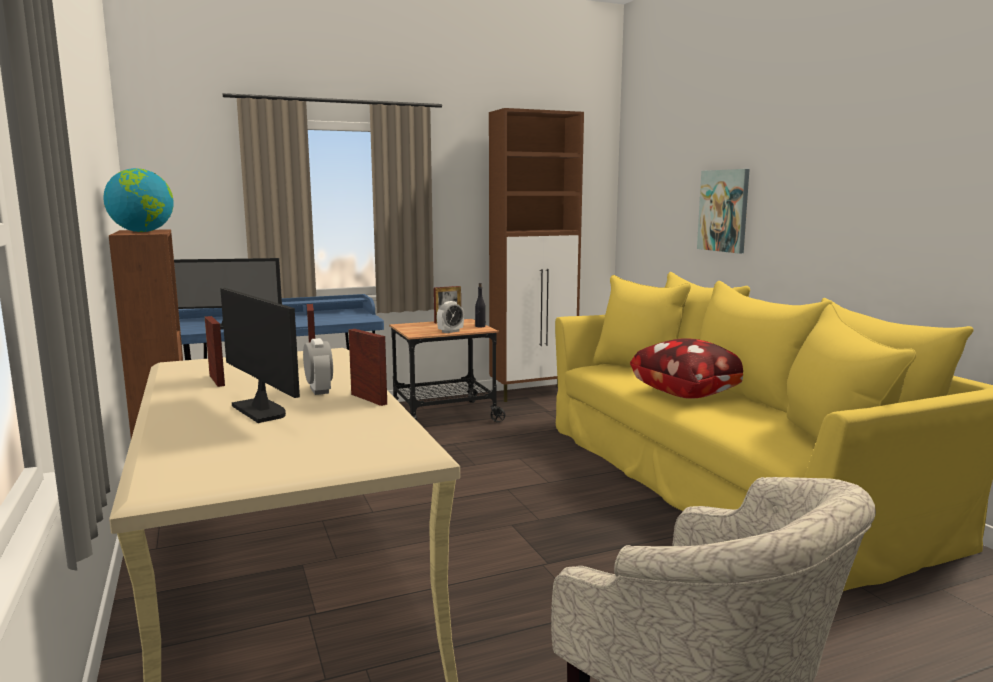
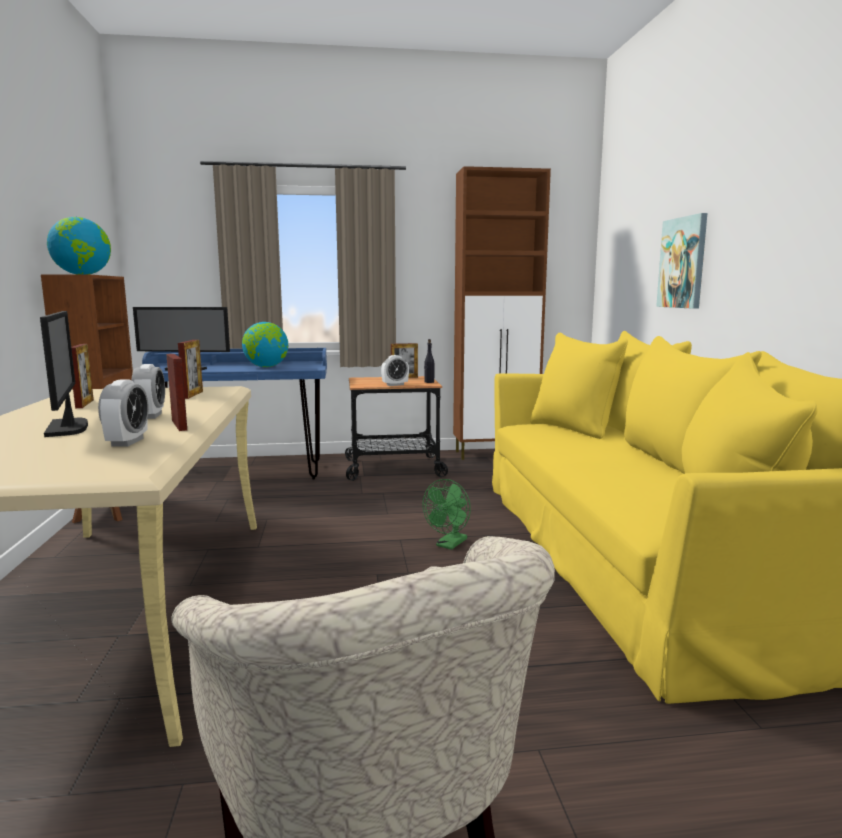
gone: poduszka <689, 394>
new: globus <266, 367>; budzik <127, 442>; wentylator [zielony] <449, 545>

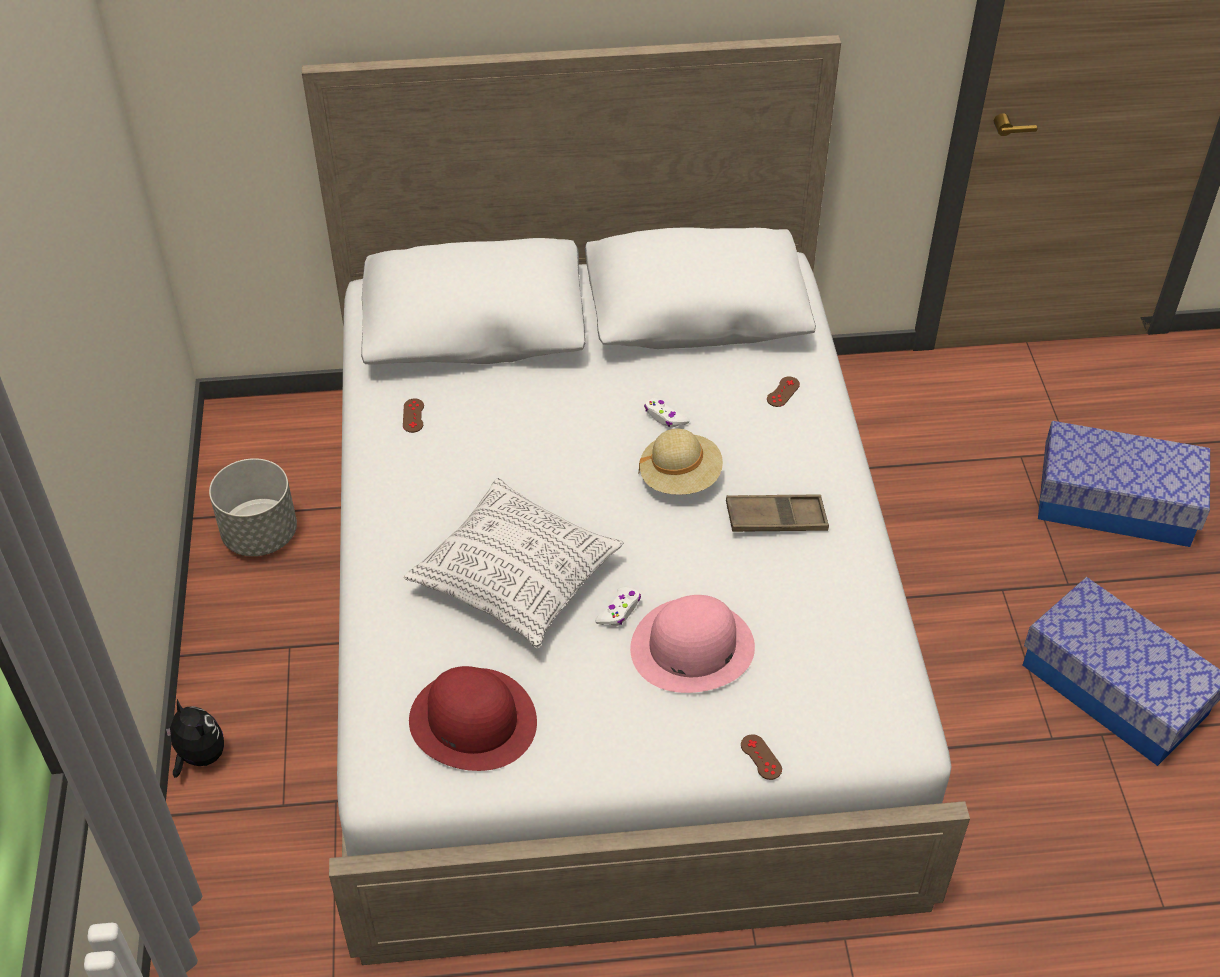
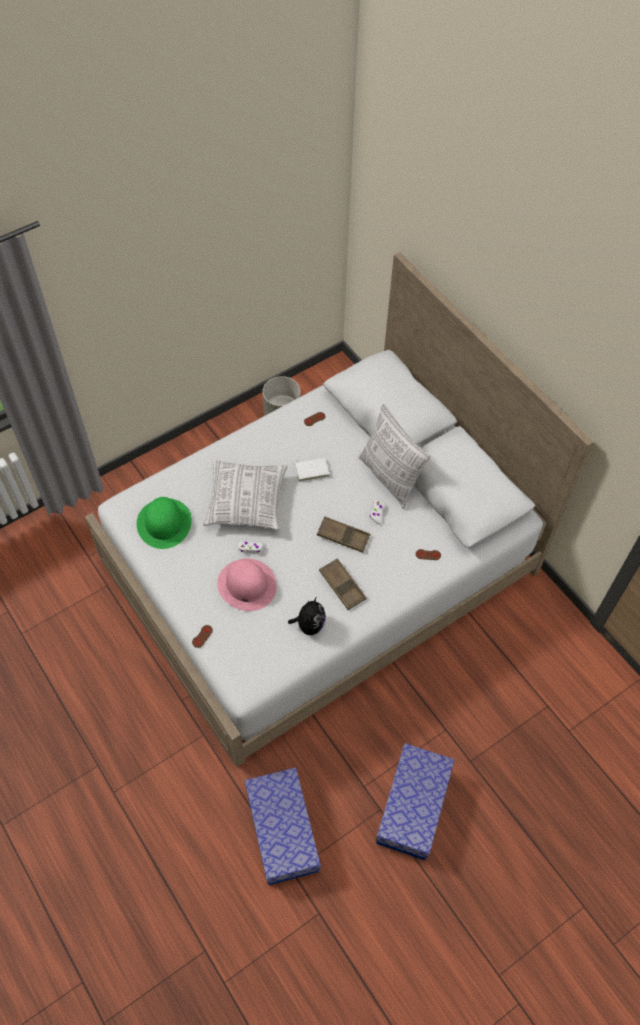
new: poduszka <389, 478>; książka [biały] <311, 469>
shifted: pojemnik do przechowywania <1115, 503> to <282, 831>; pluszak <199, 756> to <309, 625>
swapped: kapelusz [beżowy] <680, 478> to taca [brązowy] <343, 536>
repainted: kapelusz [czerwony] <473, 720> to kapelusz [zielony] <164, 523>

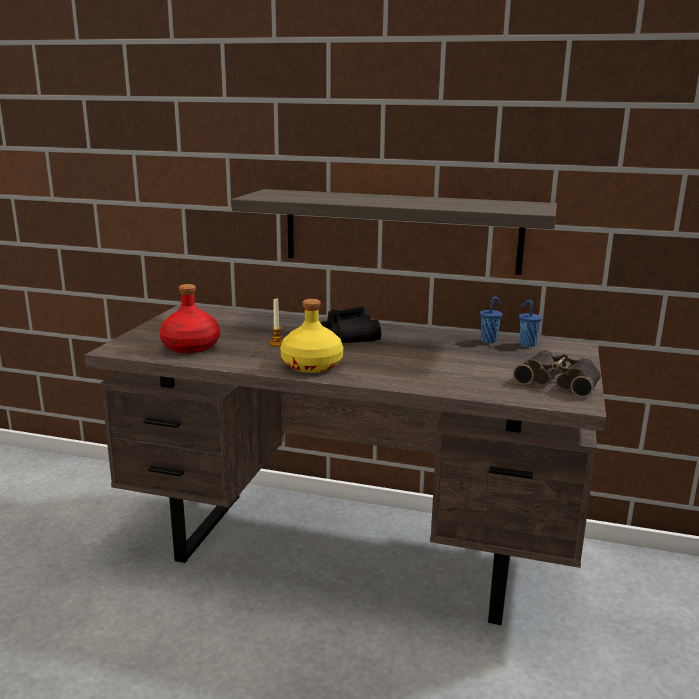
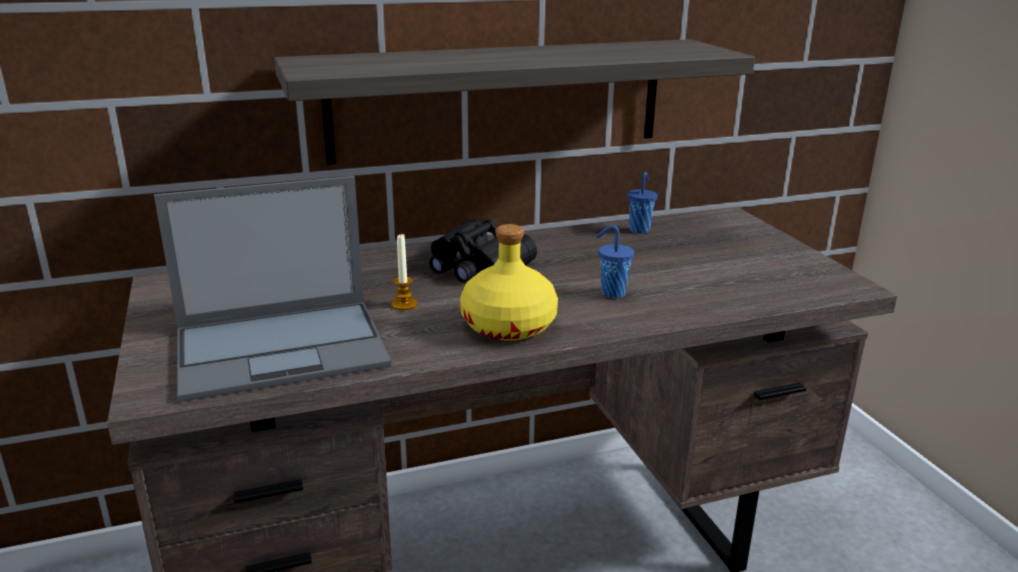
gone: lornetka <559, 381>
shifted: filiżanka [niebieski] <526, 344> to <611, 293>
swapped: butelka [czerwony] <191, 346> to laptop <283, 347>

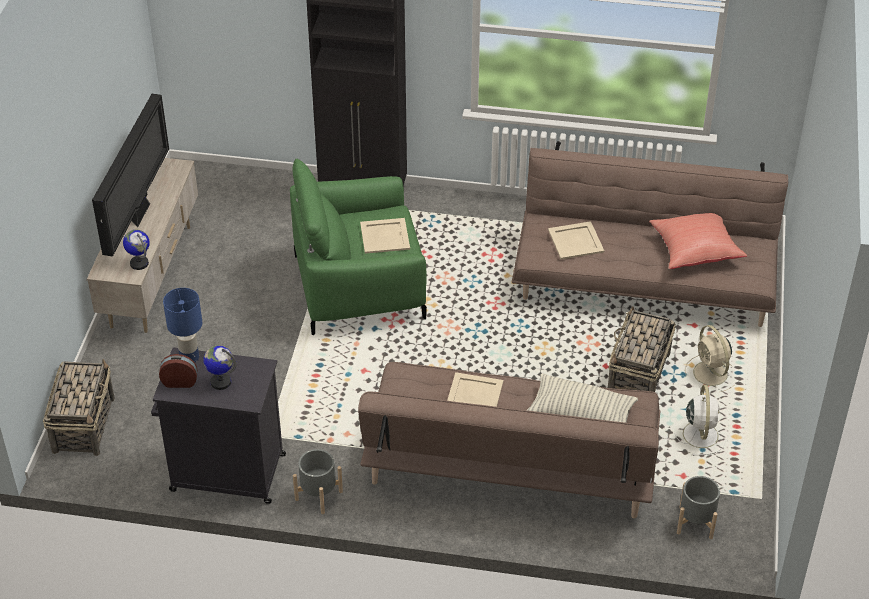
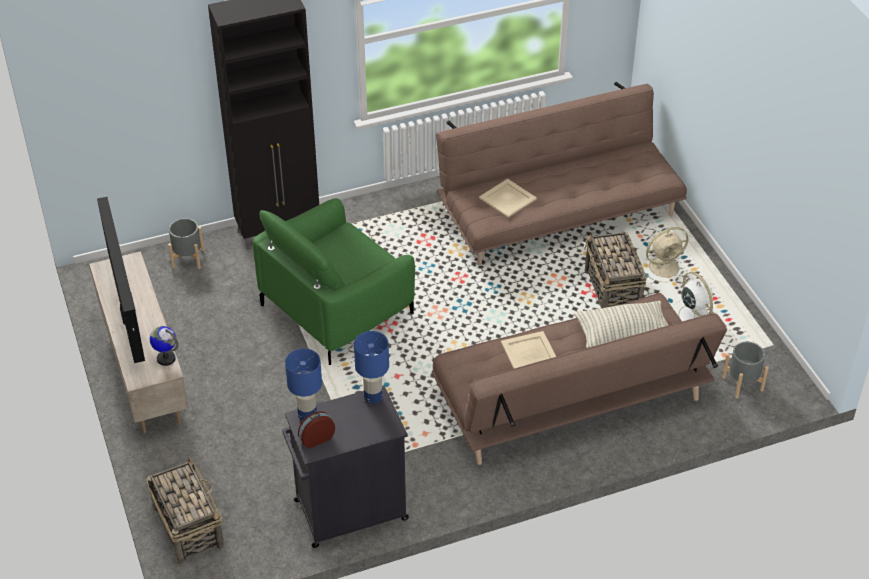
gone: poduszka [czerwony] <694, 250>; taca [beżowy] <385, 236>; globus <220, 382>
new: lampa stołowa [niebieski] <373, 397>
shifted: donica [szary] <319, 495> to <188, 258>
rotated: wentylator [beżowy] <711, 375> = <665, 267> 60 degrees counterclockwise

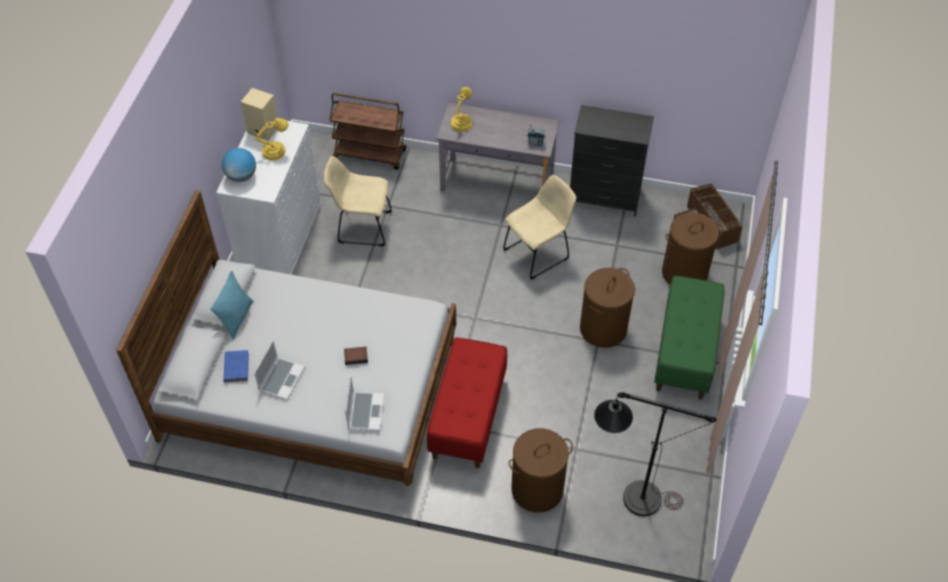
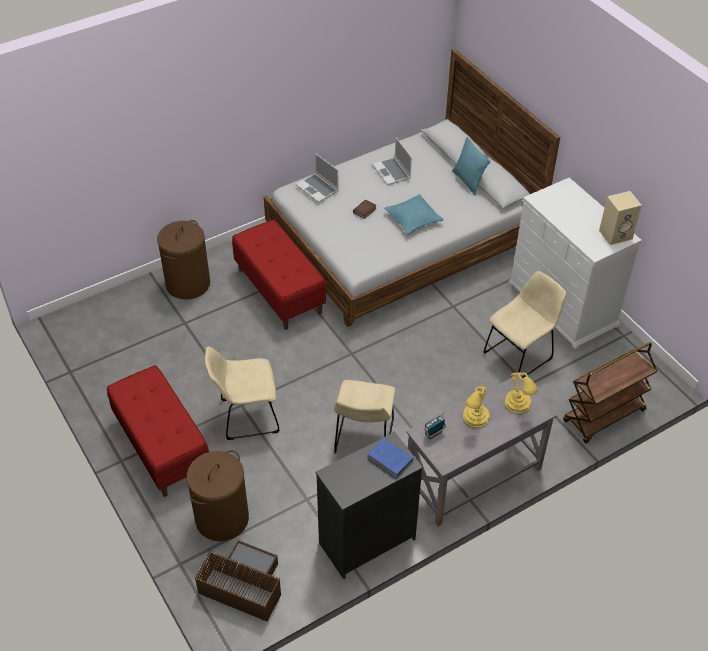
gone: globus <241, 176>; lampa stojąca [czarny] <630, 497>
new: poduszka [turkusowy] <413, 219>
shifted: lampa stołowa [żółty] <275, 151> to <475, 418>; książka [niebieski] <236, 366> to <391, 460>
swapped: kosz na pranie [brązowy] <603, 329> to krzesło [beżowy] <246, 417>
repainted: ławka [zielony] <685, 352> to ławka [czerwony] <162, 447>

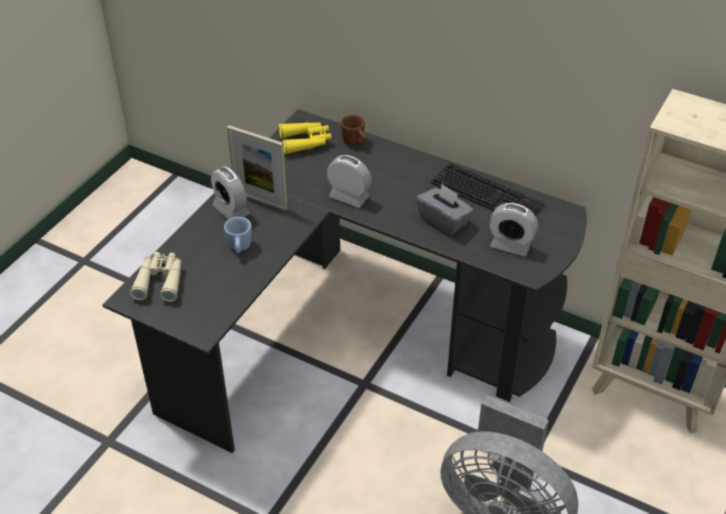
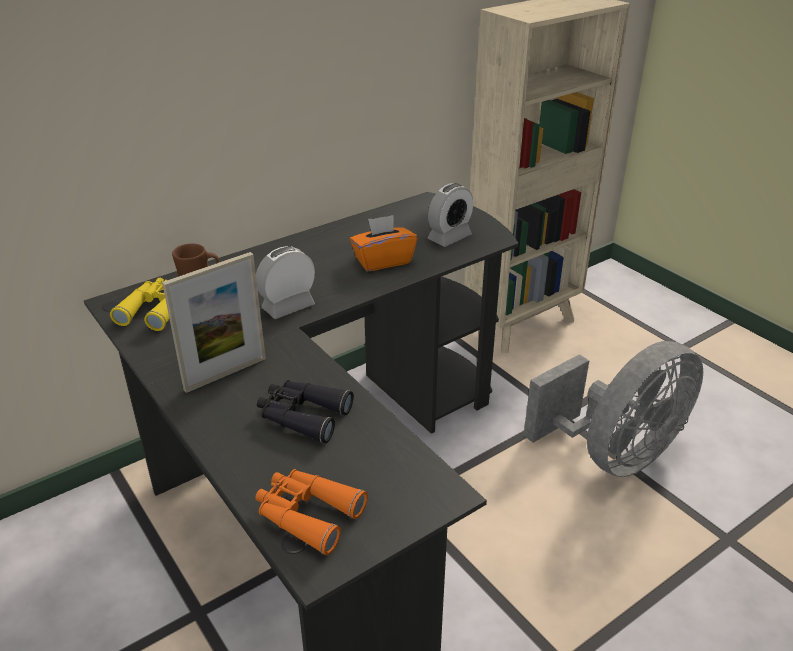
gone: klawiatura <488, 194>; budzik <231, 210>
swapped: kubek [niebieski] <239, 248> to lornetka [czarny] <302, 416>
repainted: pudełko chusteczek [szary] <444, 220> to pudełko chusteczek [pomarańczowy] <383, 261>; lornetka [beżowy] <160, 281> to lornetka [pomarańczowy] <307, 514>

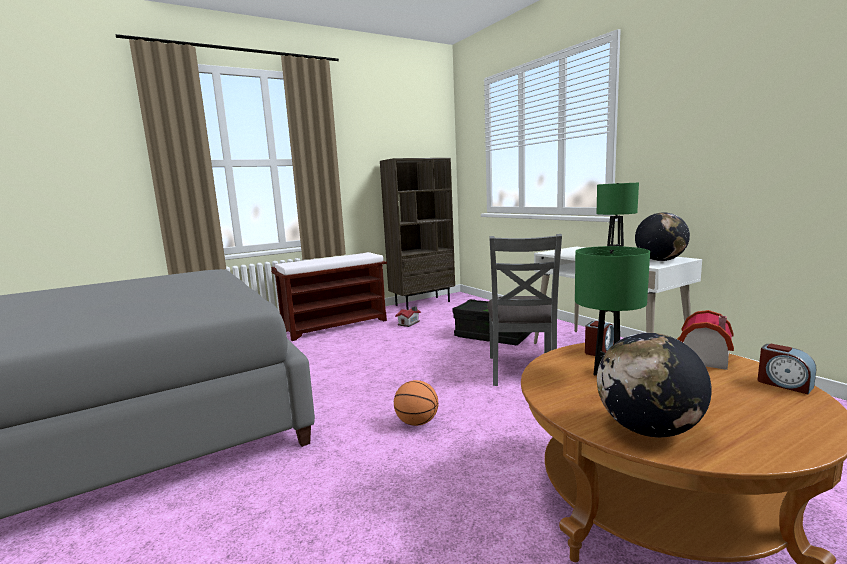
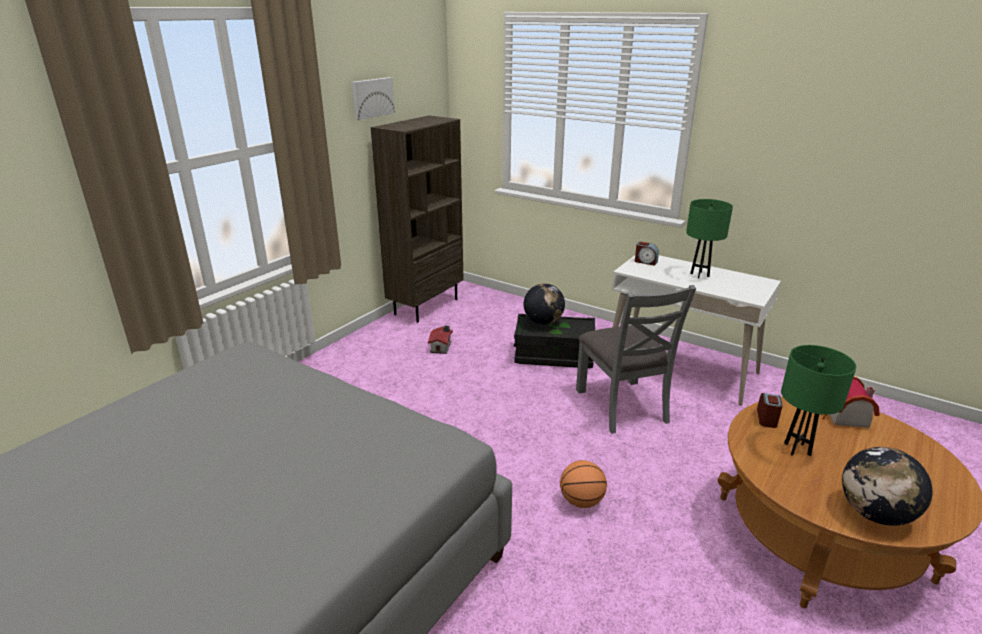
gone: ławka [brązowy] <336, 325>
new: obraz <372, 98>
shifted: globus <660, 260> to <543, 322>; budzik <784, 384> to <645, 262>

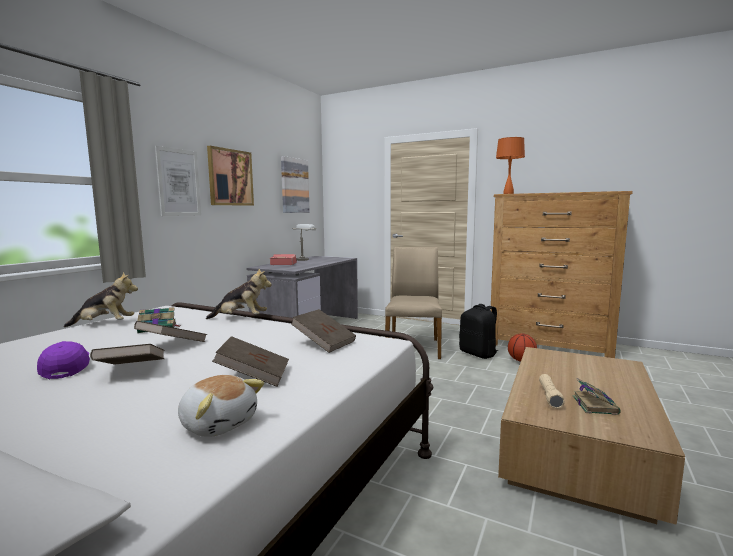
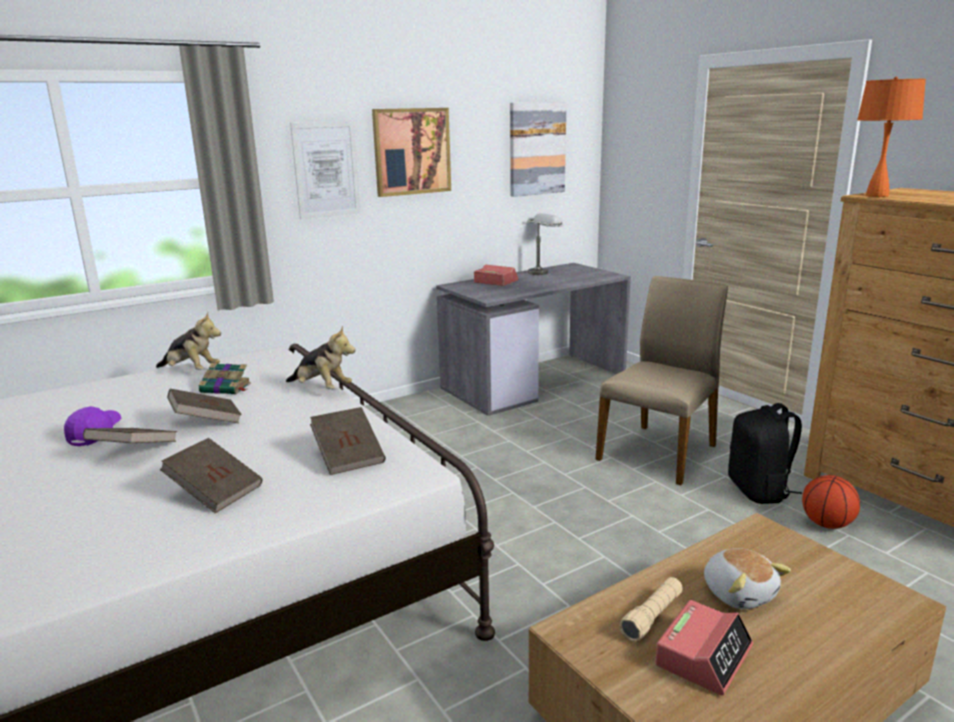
shifted: pluszak <219, 423> to <739, 593>
swapped: książka <594, 404> to budzik <703, 655>

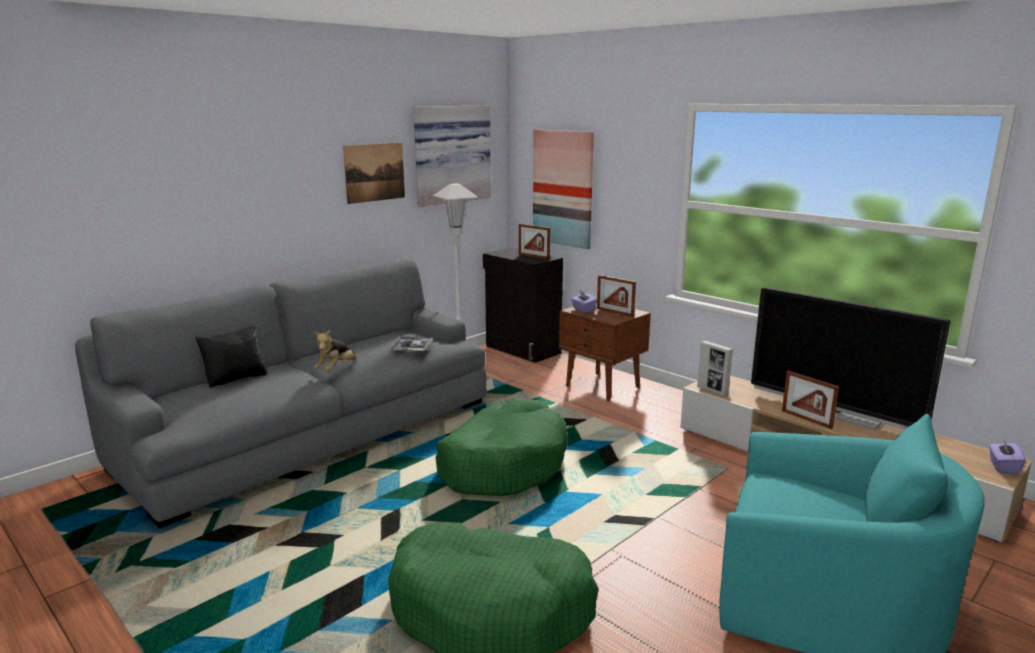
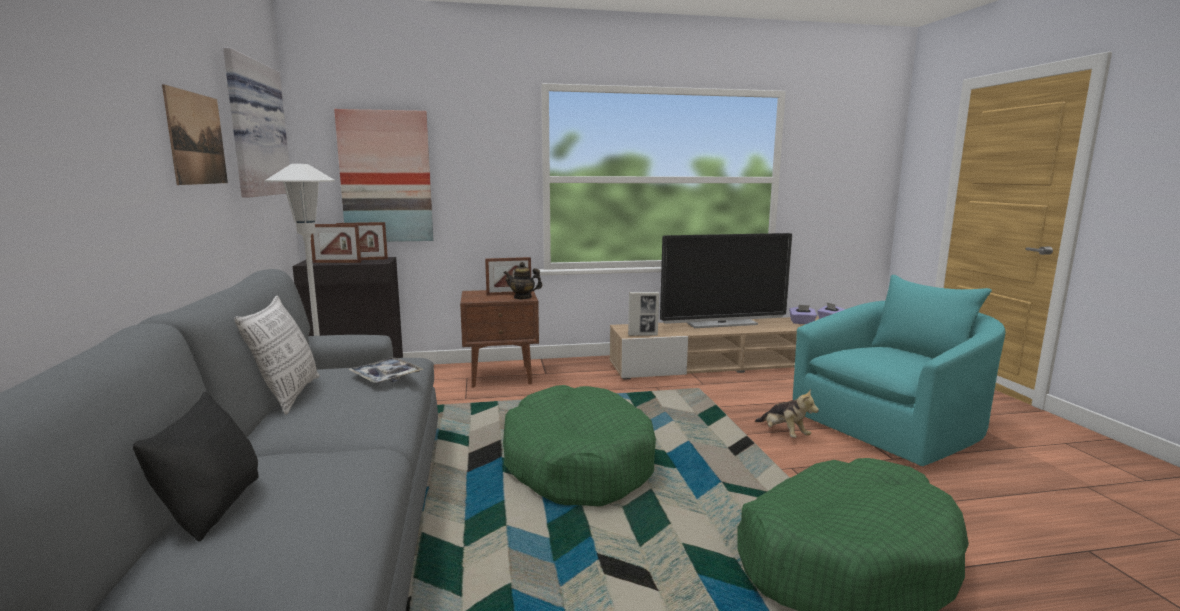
new: imbryk <523, 297>; poduszka <288, 395>
shifted: pudełko chusteczek [fioletowy] <583, 310> to <802, 322>; pluszak <336, 369> to <784, 434>; ramka na zdjęcie <806, 419> to <337, 262>

